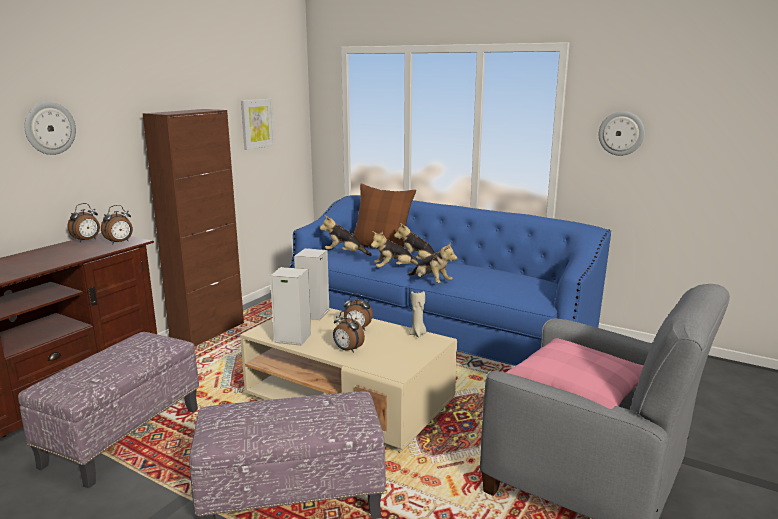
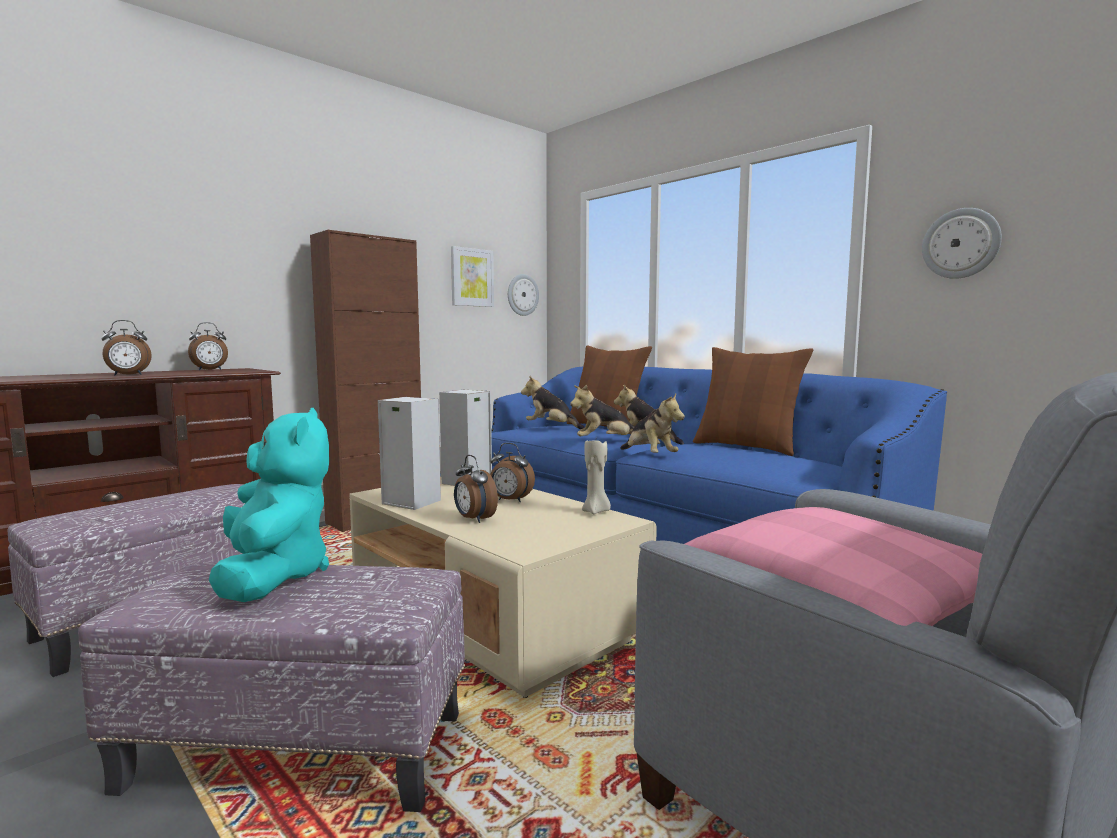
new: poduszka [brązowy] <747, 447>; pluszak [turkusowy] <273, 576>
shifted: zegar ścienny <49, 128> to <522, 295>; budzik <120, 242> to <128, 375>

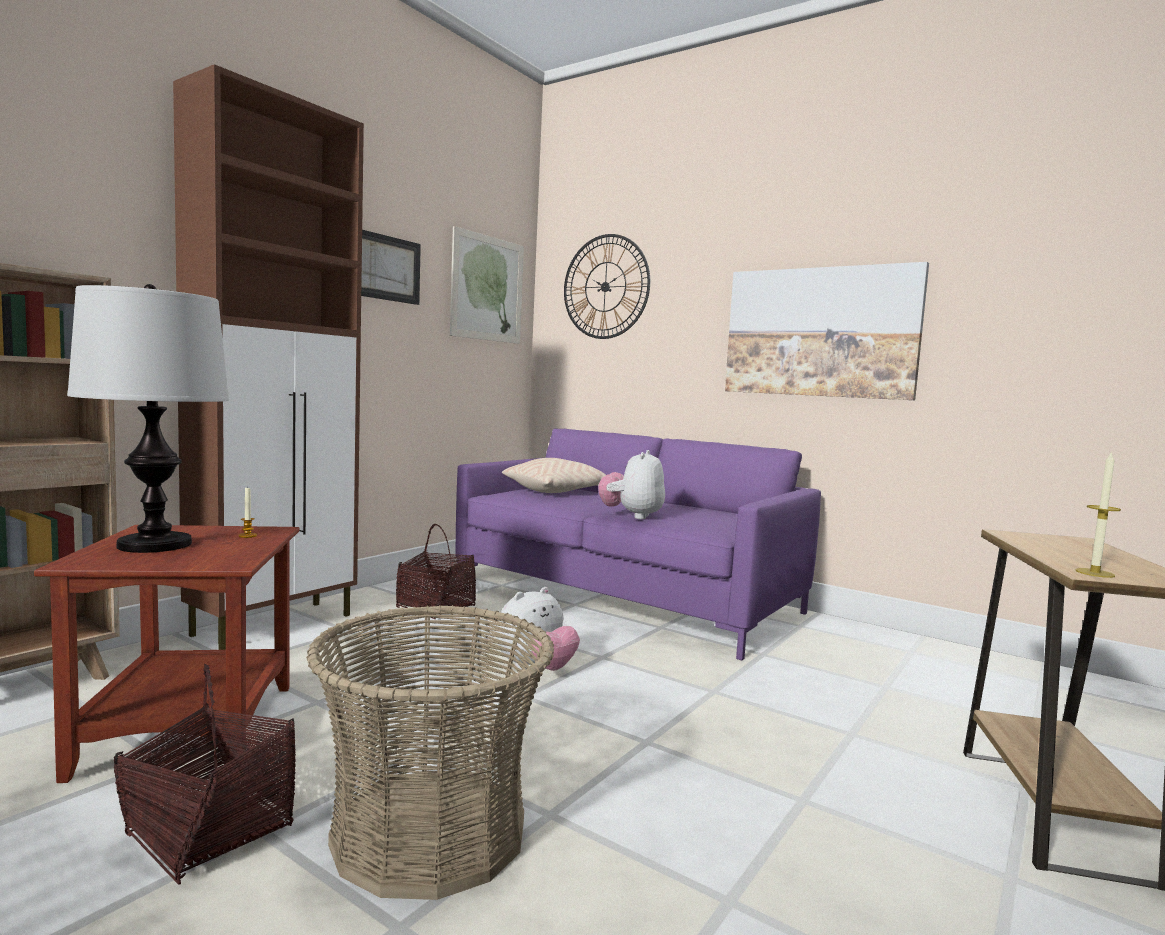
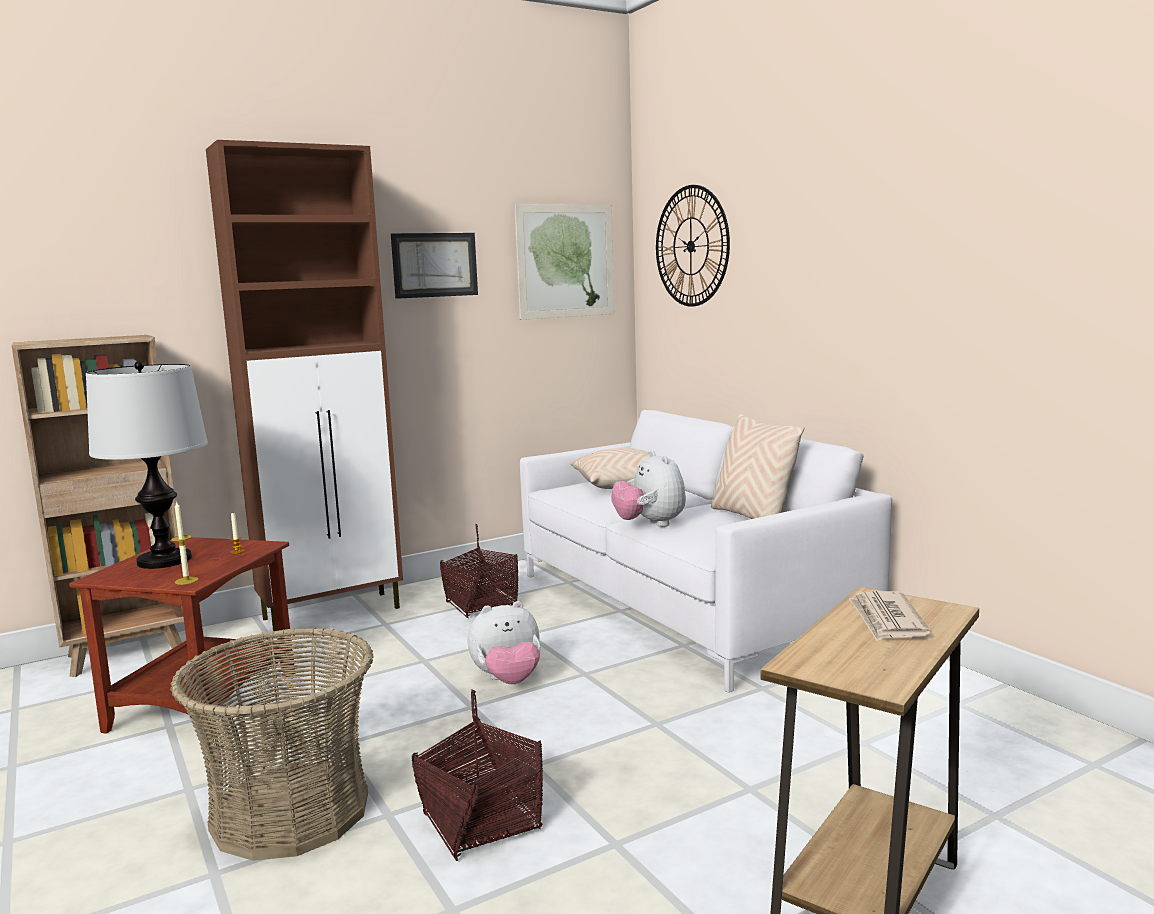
gone: obraz <820, 332>
new: poduszka [beżowy] <752, 517>; gazeta <887, 620>
shifted: świeca <1095, 573> to <186, 580>; koszyk <210, 831> to <481, 822>
repainted: kanapa [fioletowy] <625, 597> to kanapa [biały] <684, 605>
rotated: pluszak <632, 516> = <650, 524> 60 degrees counterclockwise

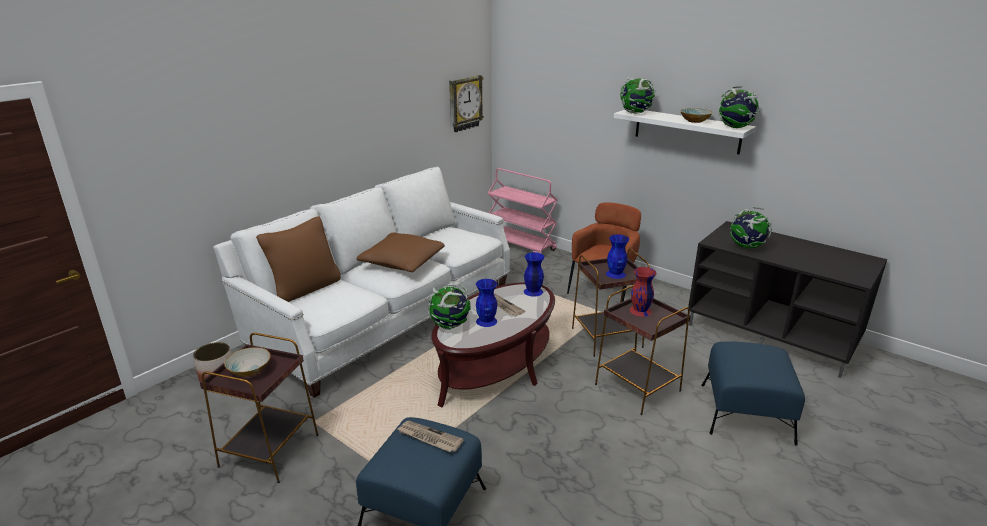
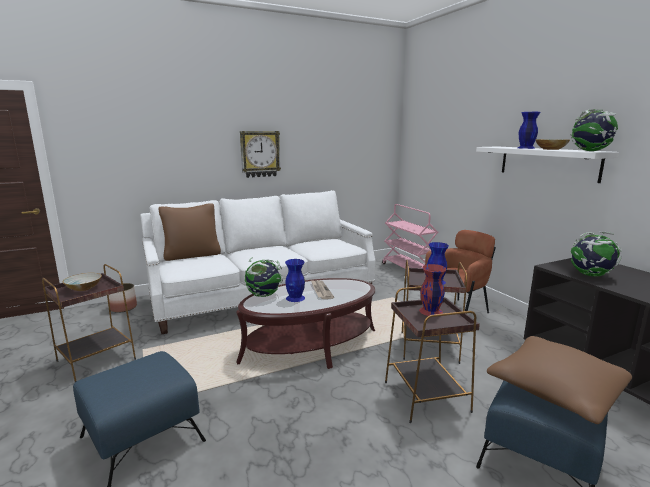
gone: globus <635, 113>; gazeta <429, 438>
shifted: zegar ścienny <464, 103> to <260, 154>; poduszka [brązowy] <402, 263> to <555, 390>; wazon [niebieski] <533, 291> to <525, 148>

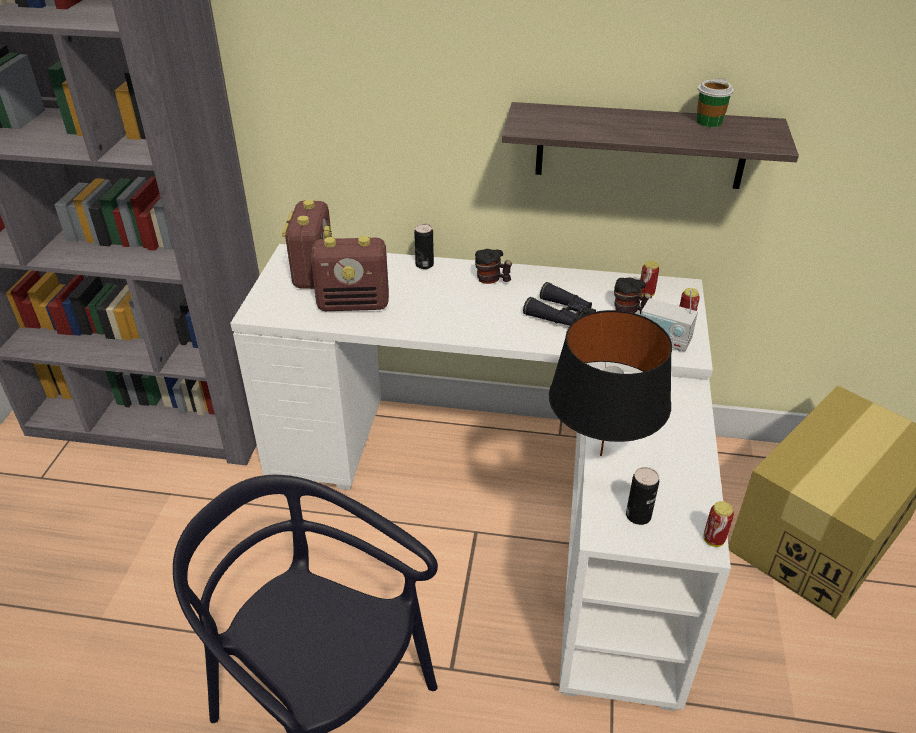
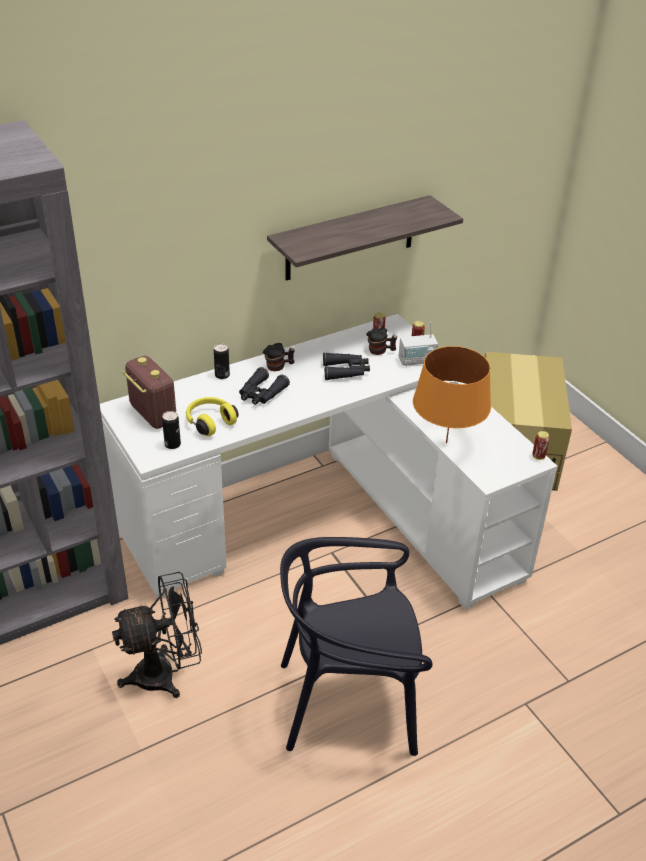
gone: filiżanka <709, 122>
new: lornetka [czarny] <261, 394>; wentylator [czarny] <165, 673>
shifted: puszka <638, 516> to <172, 444>
swapped: radio <354, 304> to słuchawki [żółty] <210, 422>
repainted: lampa stołowa [czarny] <601, 455> to lampa stołowa [pomarańczowy] <446, 442>

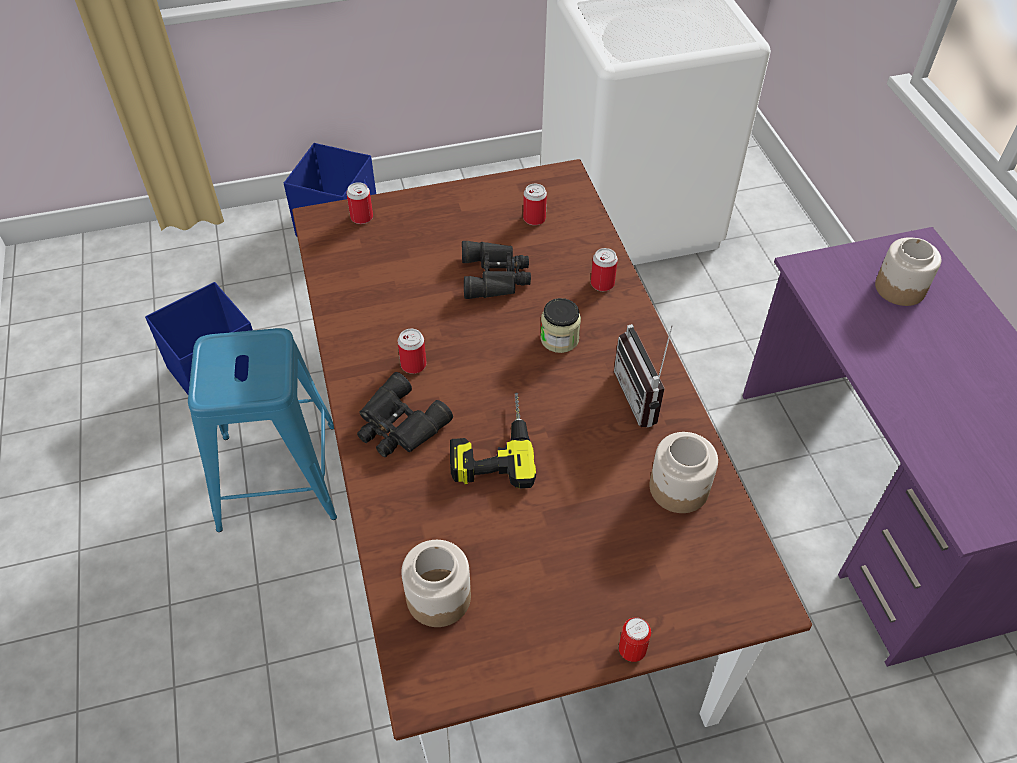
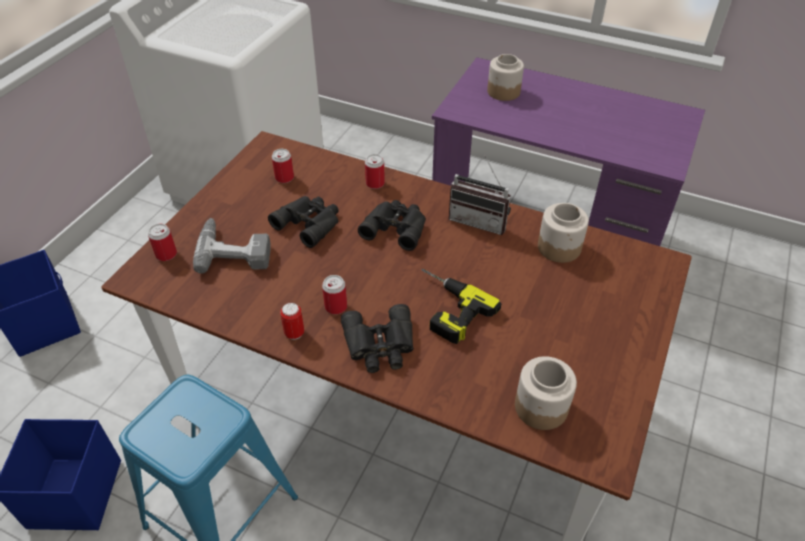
new: wiertarka <235, 250>
shifted: puszka <631, 650> to <294, 333>
swapped: słoik <559, 339> to lornetka [czarny] <396, 227>

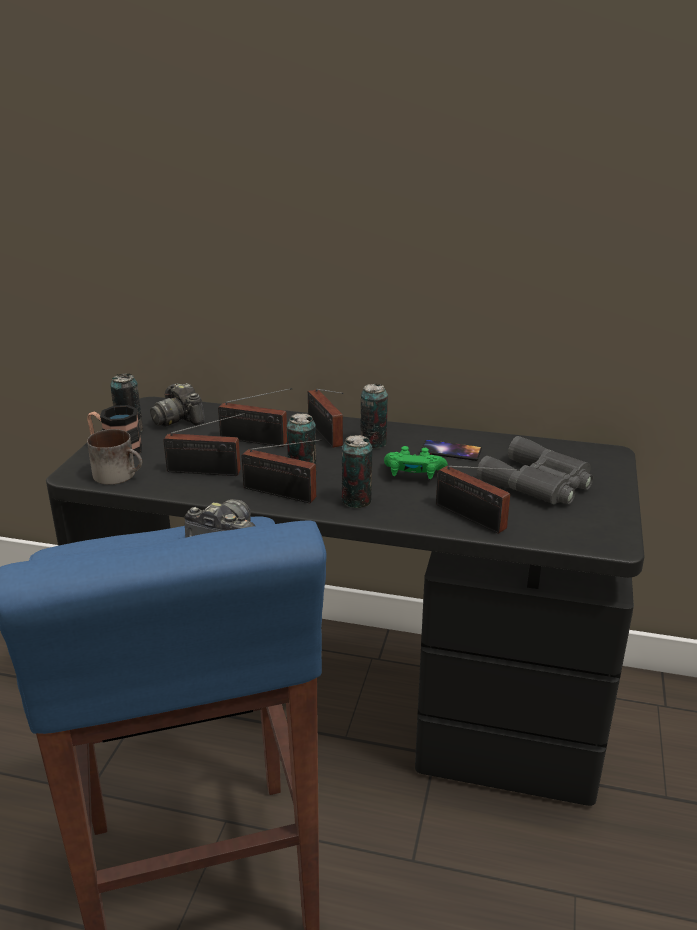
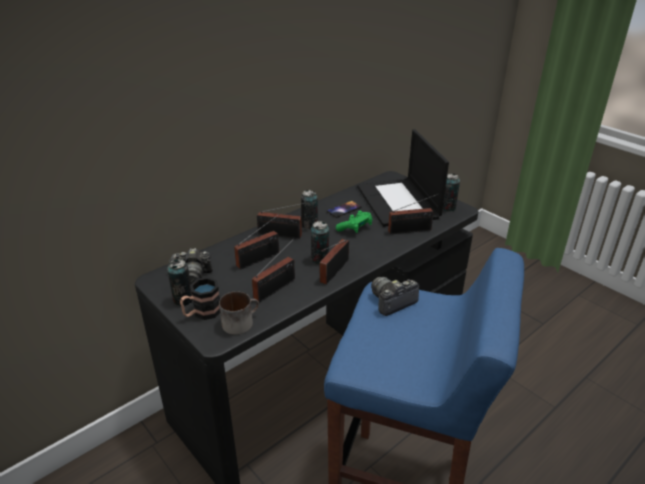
shifted: puszka <356, 501> to <447, 208>
swapped: lornetka [szary] <539, 483> to laptop <399, 202>
rotated: radio <283, 494> = <332, 272> 150 degrees clockwise

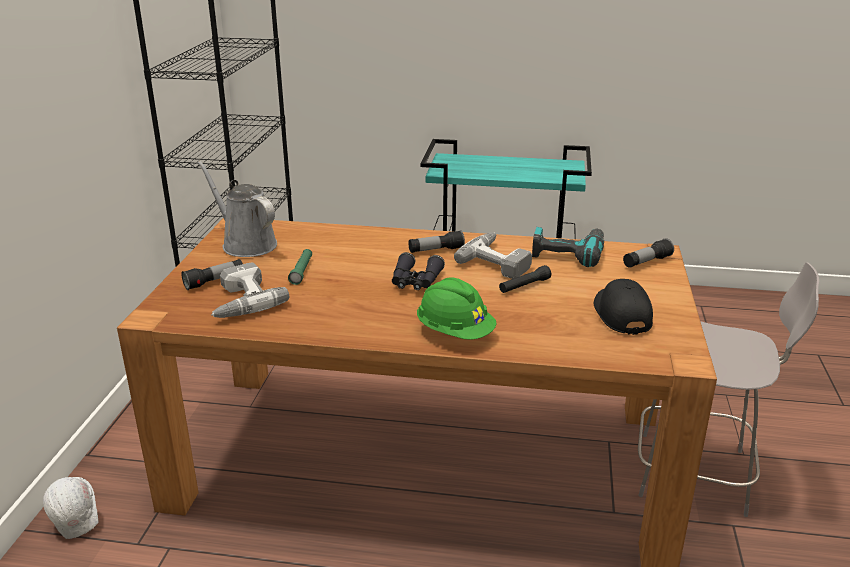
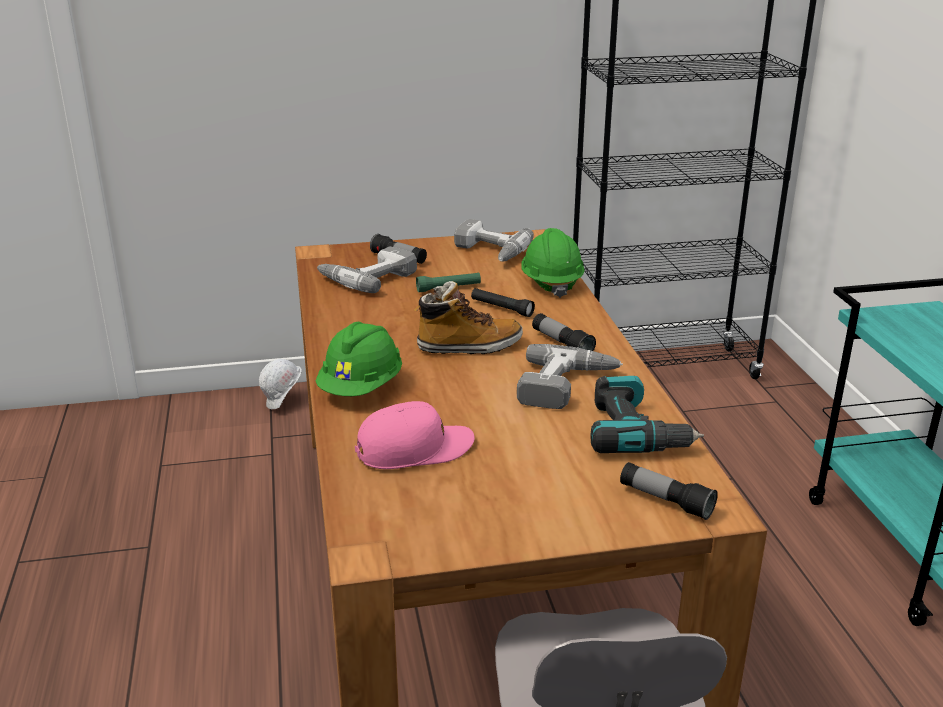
gone: czapka z daszkiem [czarny] <621, 314>
new: kask [zielony] <551, 283>; czapka z daszkiem [różowy] <415, 449>
shifted: latarka [czarny] <524, 286> to <501, 308>
swapped: konewka [szary] <246, 244> to wiertarka <488, 251>; lornetka [czarny] <415, 281> to but z cholewką <469, 346>

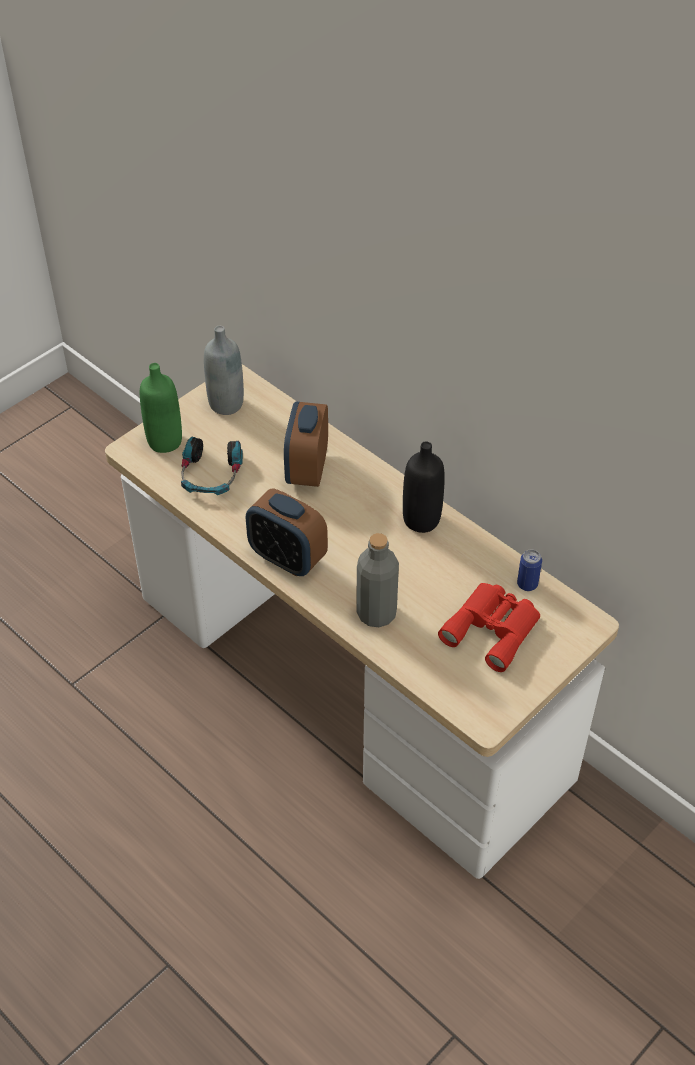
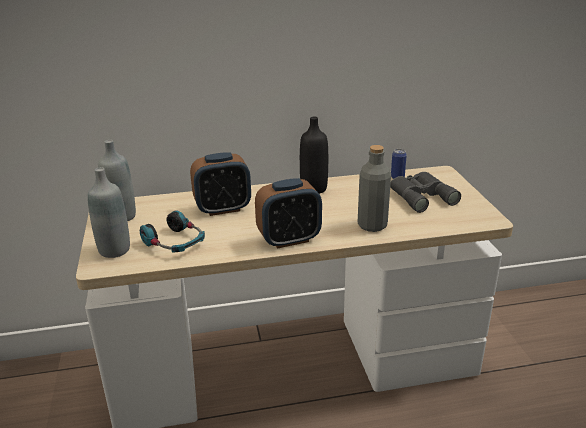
repainted: butelka [zielony] <164, 441> to butelka [szary] <114, 250>; lornetka [czerwony] <493, 628> to lornetka [szary] <421, 196>
rotated: budzik <307, 469> = <223, 209> 60 degrees counterclockwise

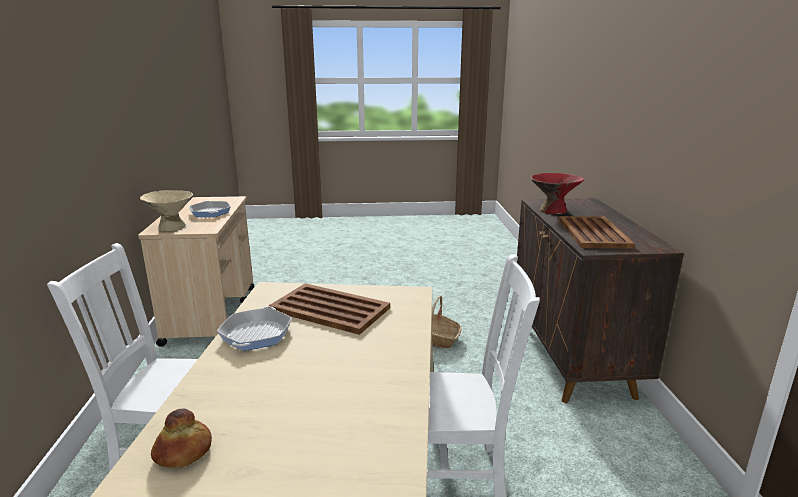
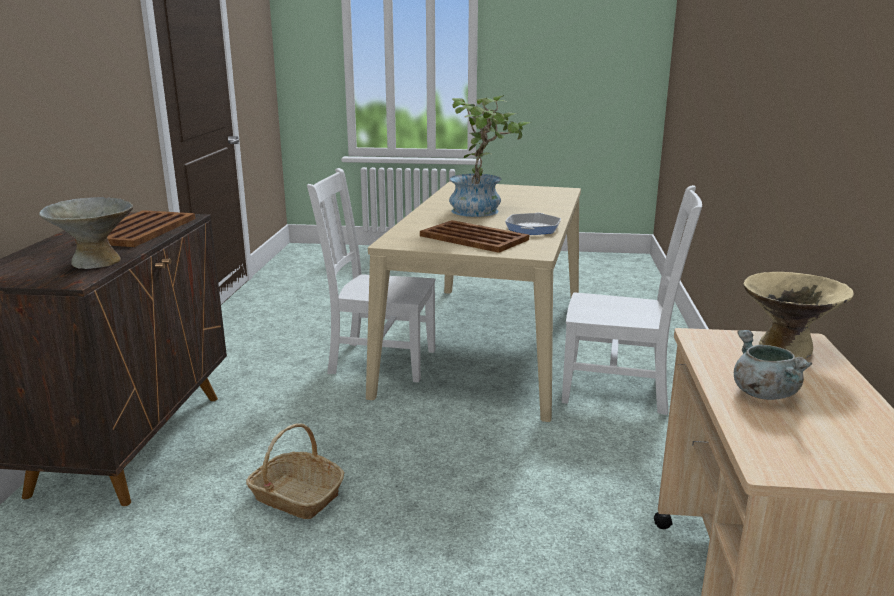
gone: chleb <183, 452>
new: roślina doniczkowa <482, 210>
swapped: patelnia <210, 212> to garnek [szary] <762, 393>
repainted: miska [czerwony] <553, 210> to miska [szary] <96, 262>

